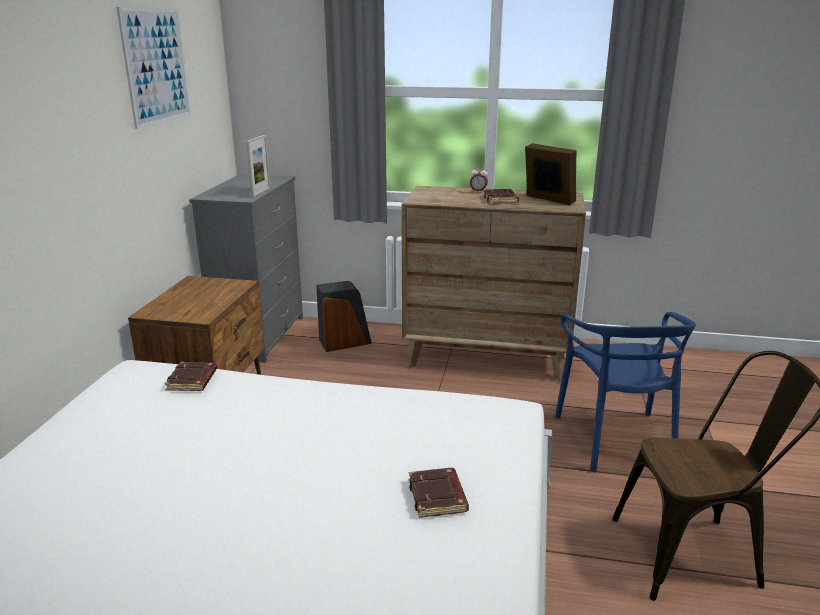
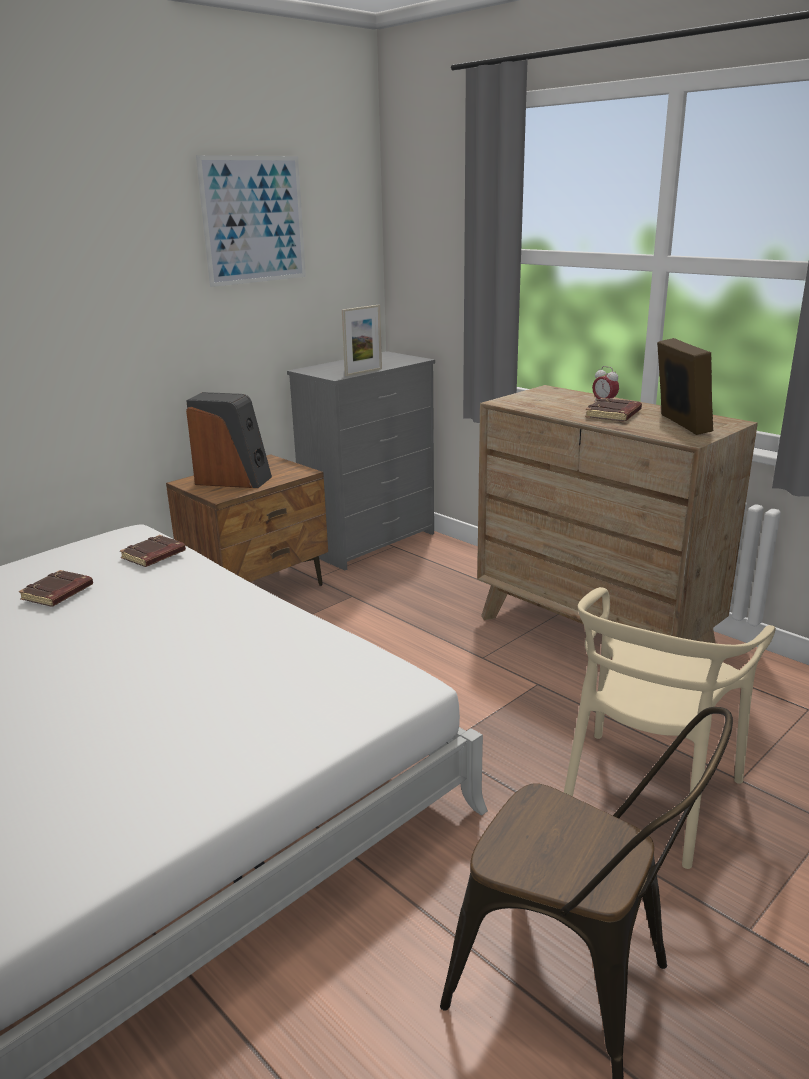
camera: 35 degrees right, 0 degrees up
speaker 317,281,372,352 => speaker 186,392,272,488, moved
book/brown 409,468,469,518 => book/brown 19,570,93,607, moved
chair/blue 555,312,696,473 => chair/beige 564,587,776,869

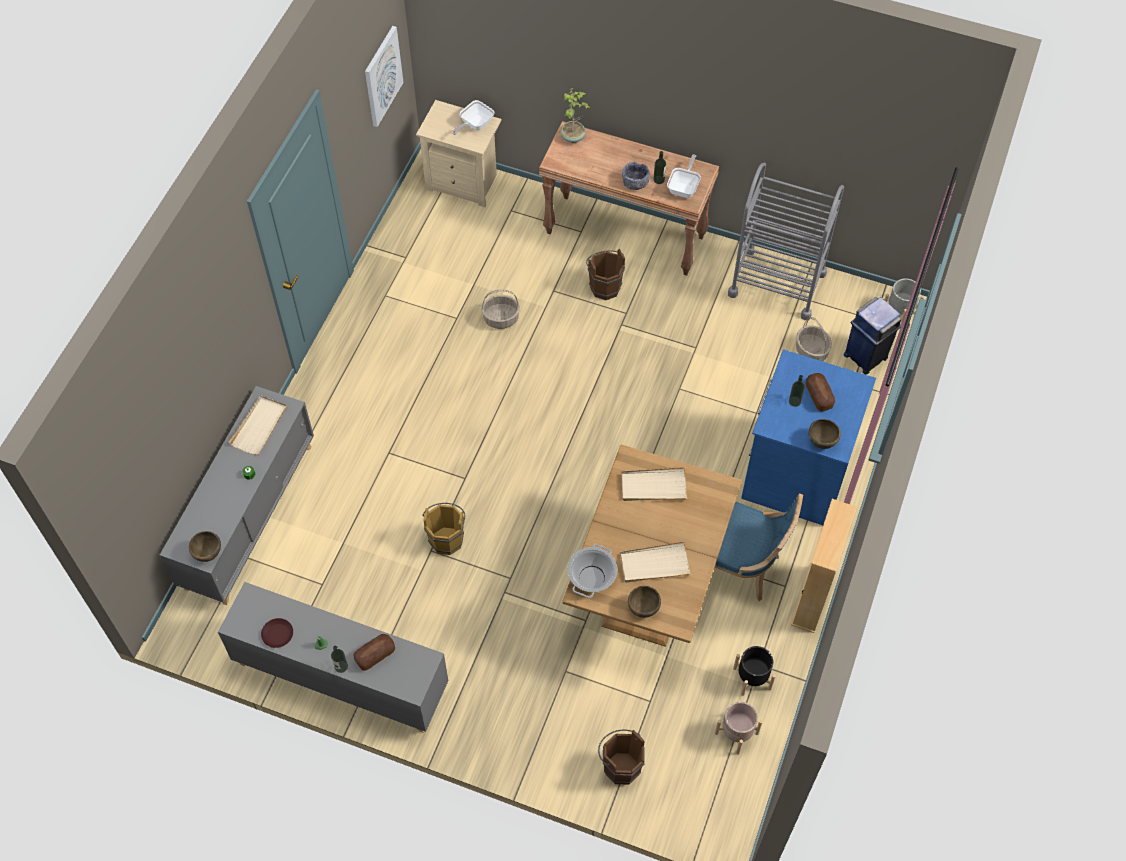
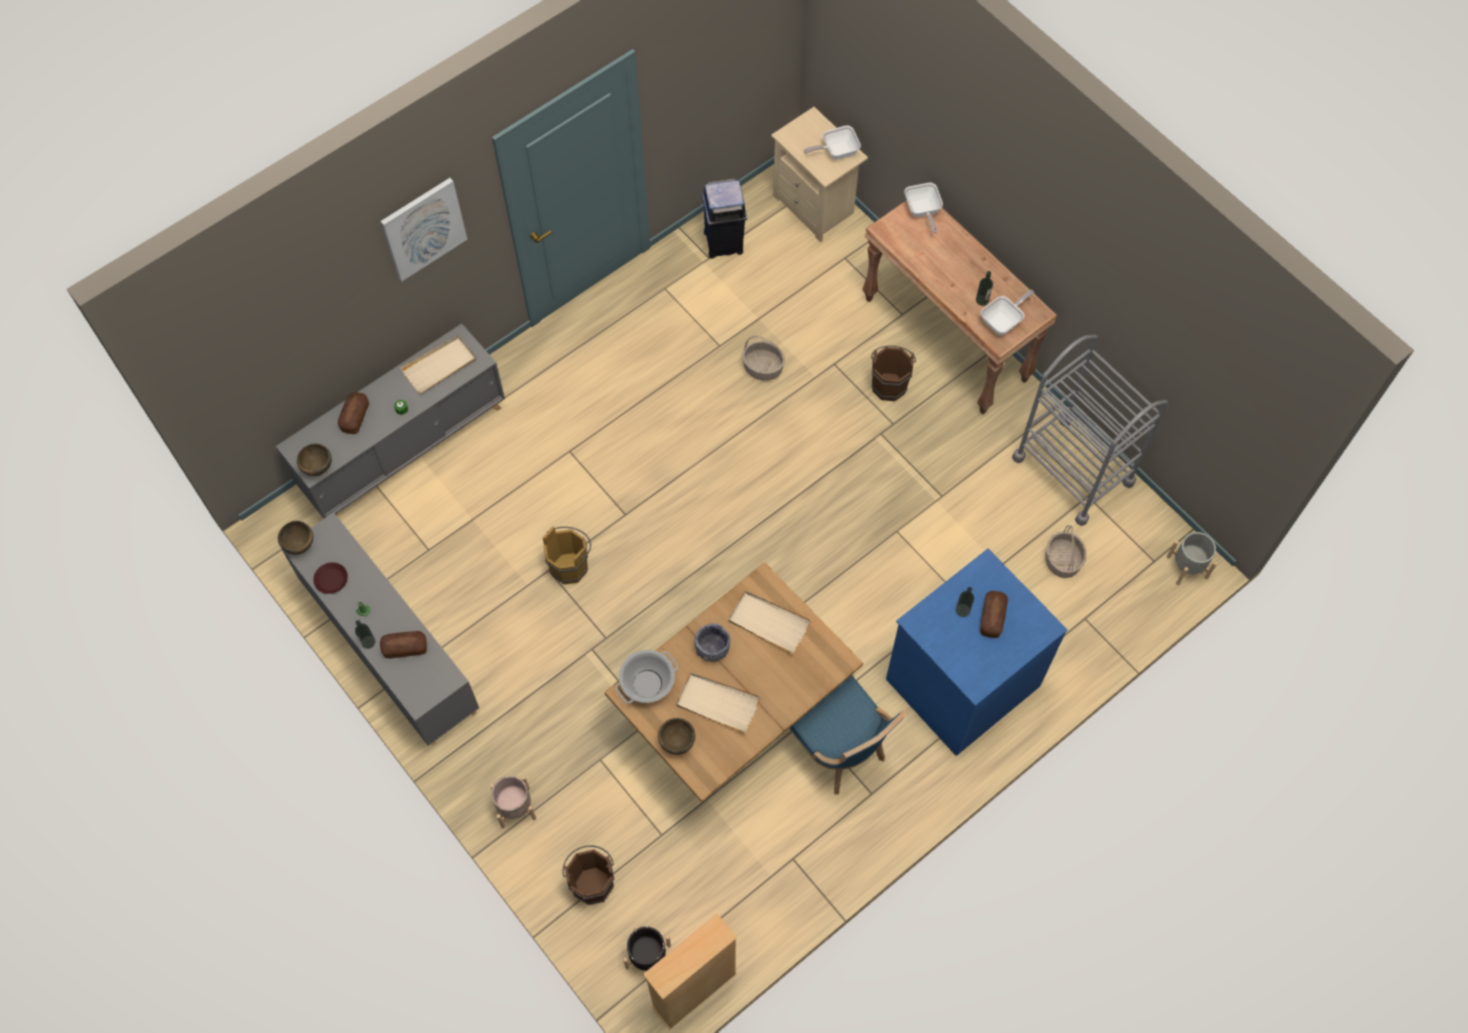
camera: 30 degrees right, 5 degrees up
nothing => bread 338,392,369,434
picture 365,26,404,127 => picture 381,178,467,281, moved
bowl/grey 622,162,650,190 => bowl/grey 694,623,730,662, moved
planter/beige 715,700,763,755 => planter/beige 490,775,536,828, moved
planter/black 733,646,776,696 => planter/black 623,925,671,971, moved
bookcase/beige 791,499,856,633 => bookcase/beige 643,914,737,1030, moved
bowl/brown 809,419,841,449 => bowl/brown 278,521,313,555, moved
trash can/blue 843,297,901,375 => trash can/blue 702,178,747,259, moved
potted plant 560,88,590,143 => frying pan 904,183,943,233

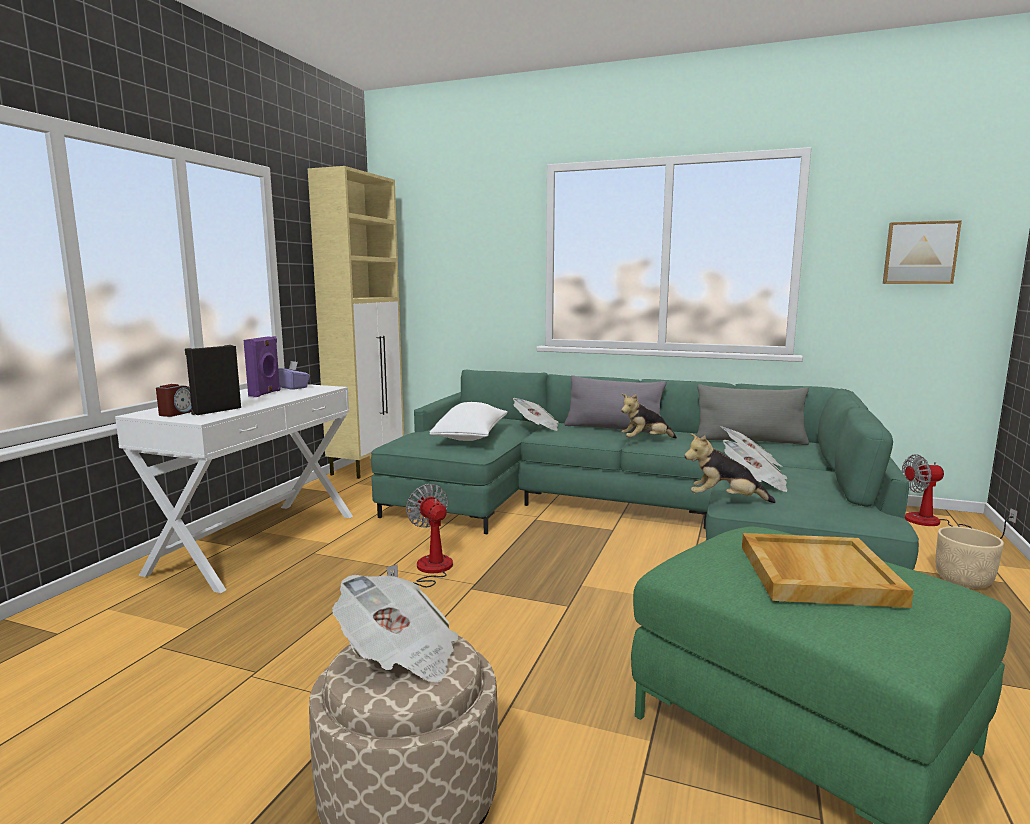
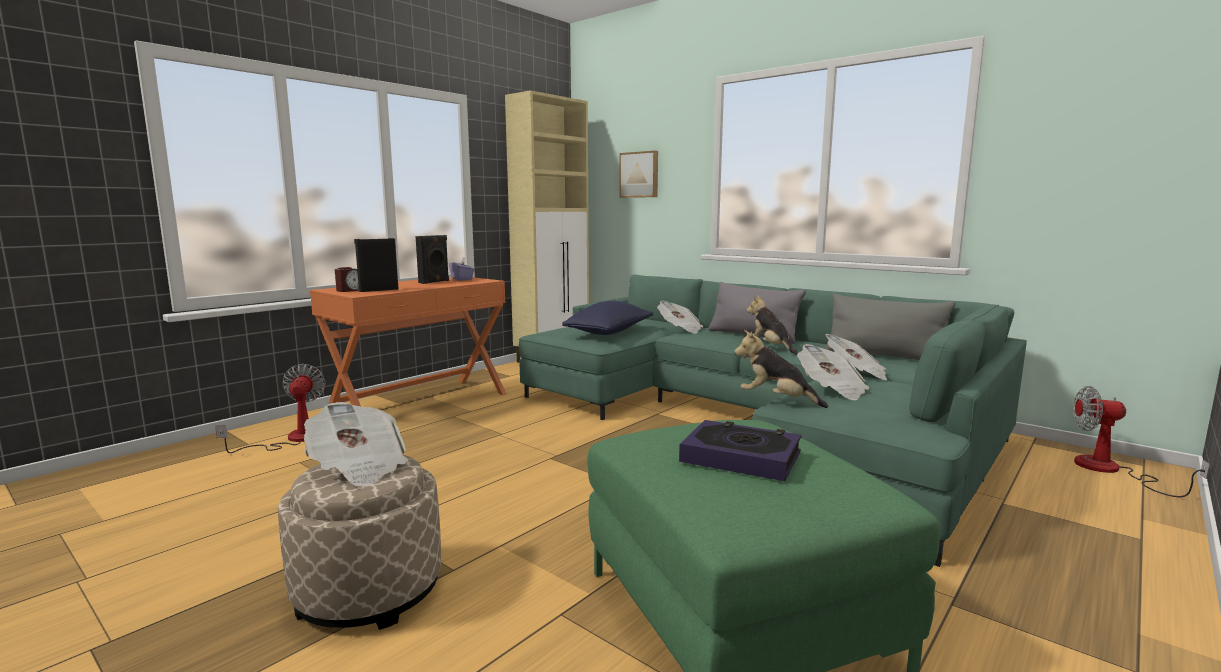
camera: 20 degrees right, 0 degrees up
planter/beige 936,526,1004,588 => nothing
fan 387,484,453,587 => fan 215,364,326,453, moved
picture 883,220,962,284 => picture 619,151,658,198, moved
tray/beige 742,533,914,608 => book 679,420,802,481
console table/white 115,384,353,593 => console table/orange 310,276,506,406
speaker/purple 244,336,281,397 => speaker/black 416,235,449,284
pillow/white 429,402,508,441 => pillow/blue 562,301,654,335
plush toy 621,394,677,438 => plush toy 747,295,798,355, 60 degrees clockwise

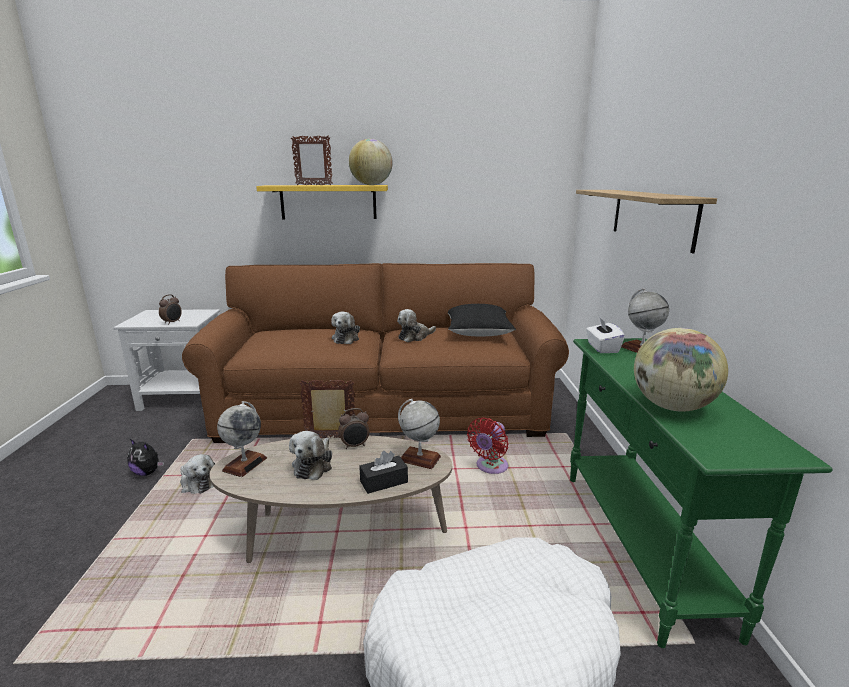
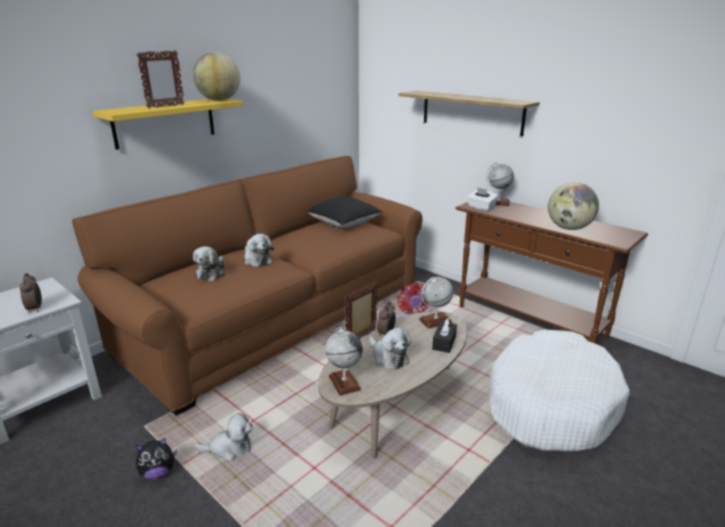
camera: 45 degrees left, 5 degrees up
plush toy 397,309,436,342 => plush toy 193,246,225,281, moved
console table/green 570,338,833,648 => console table/brown 455,202,648,344

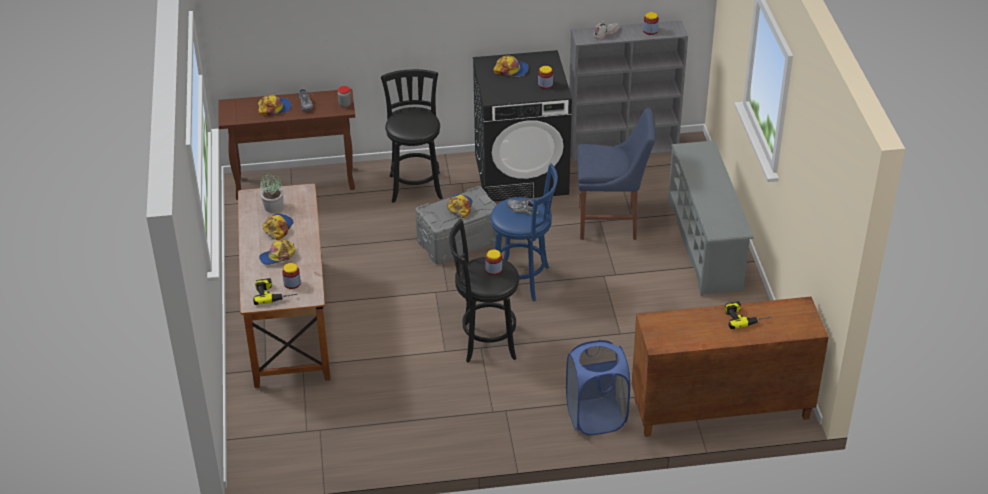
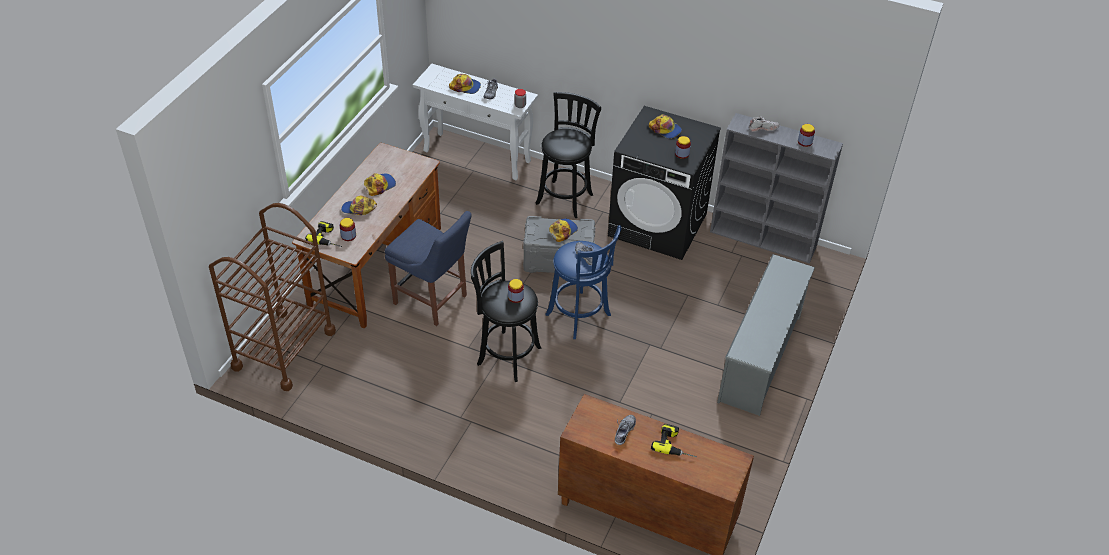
camera: 30 degrees right, 5 degrees up
potted plant 260,172,283,213 => nothing
laundry basket/blue 566,340,630,435 => nothing
nothing => cart/brown 209,203,336,391
nothing => shoe 615,415,636,445
chair/blue 577,108,656,240 => chair/blue 385,211,472,326, moved
console table/brown 218,89,355,200 => console table/white 413,64,538,180

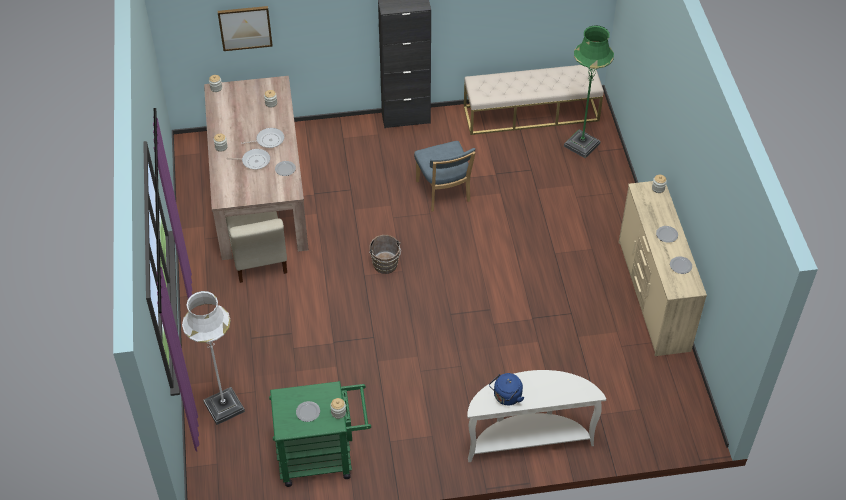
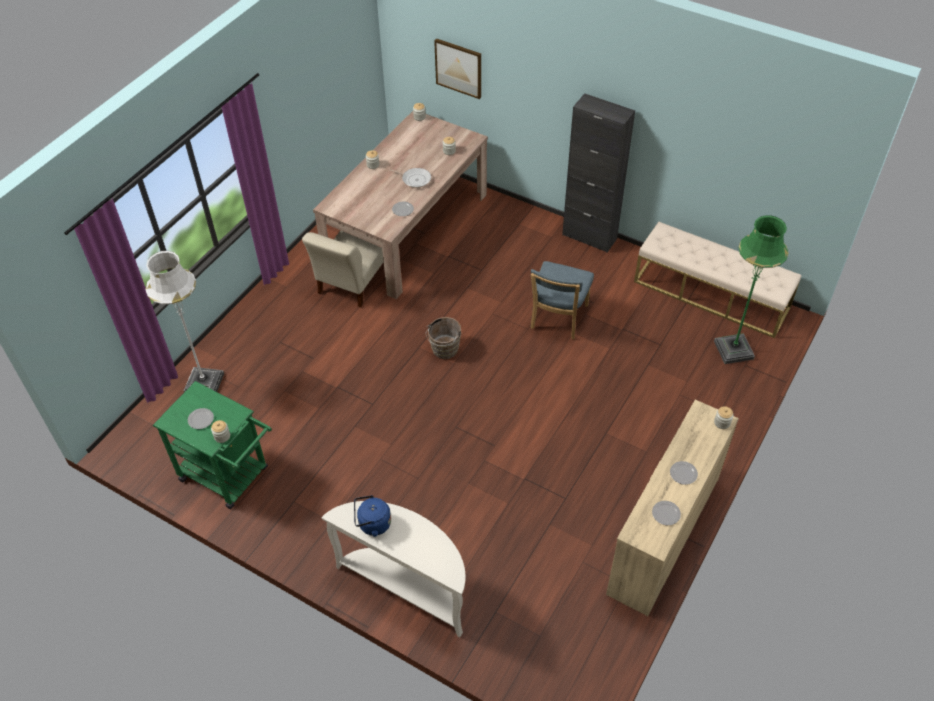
camera: 40 degrees right, 0 degrees up
frying pan 226,149,270,170 => nothing

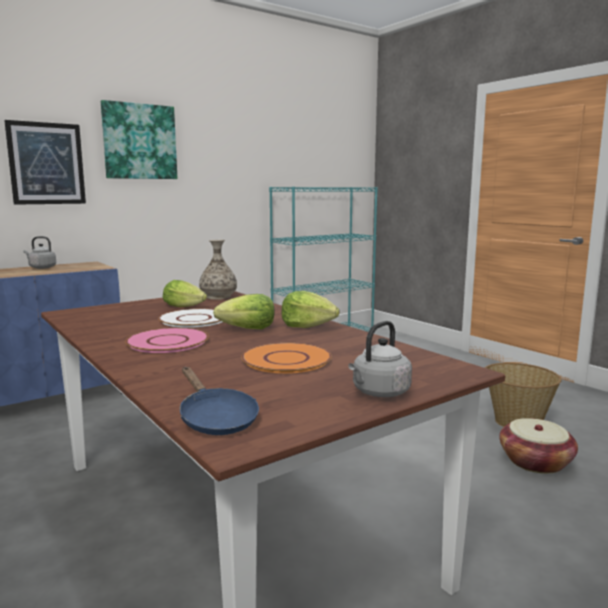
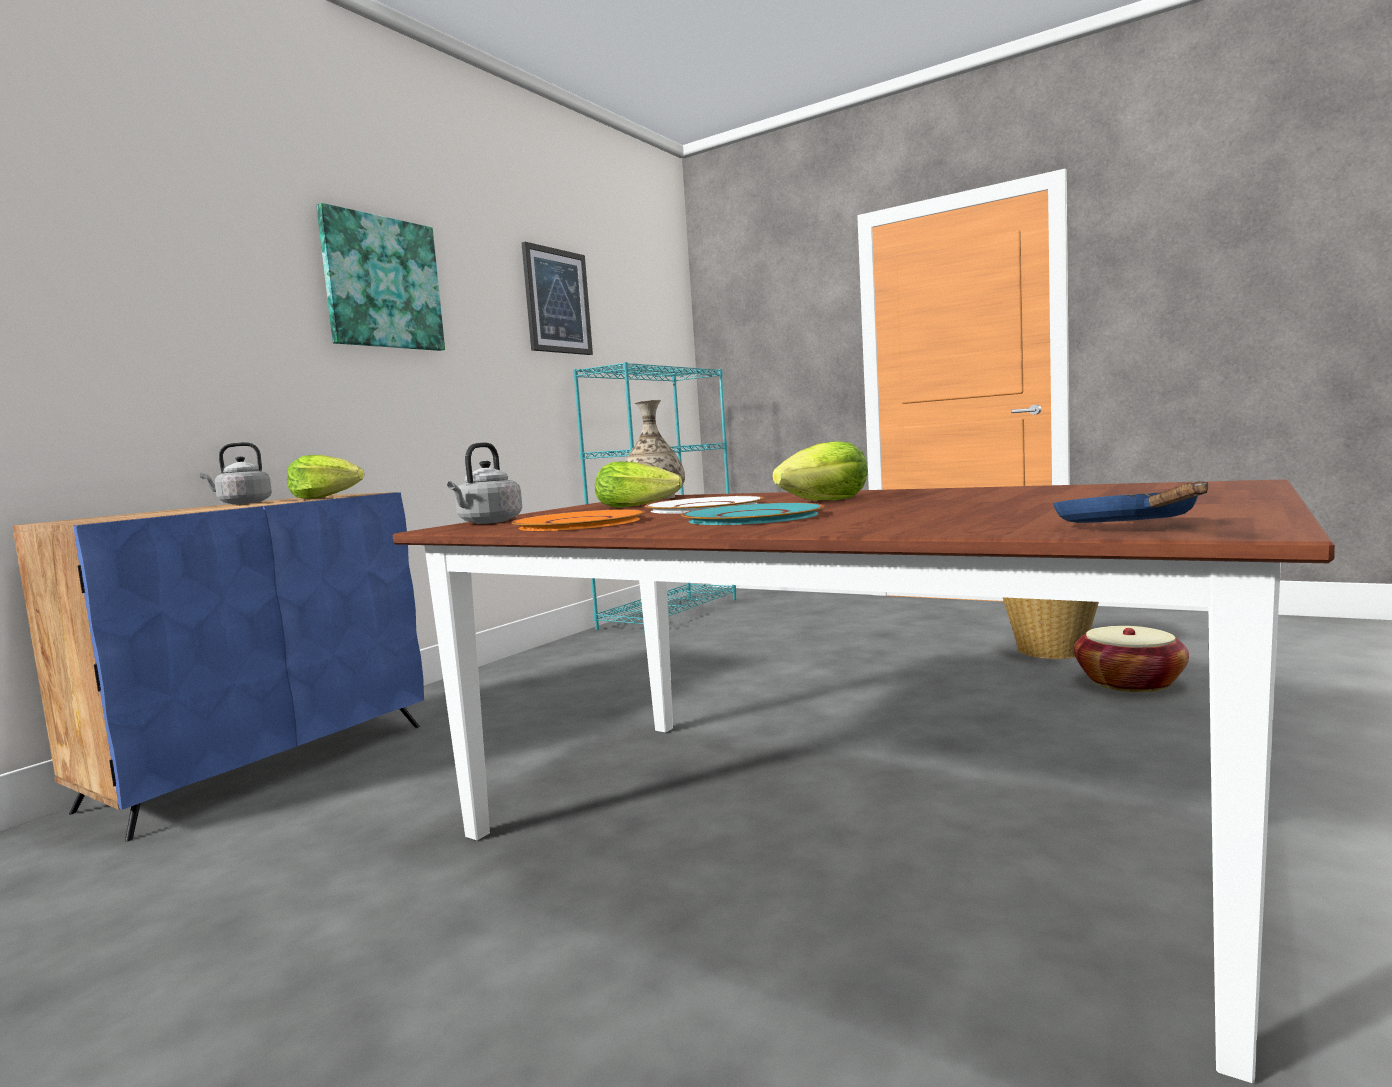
camera: 20 degrees left, 5 degrees down
picture 4,120,86,205 => picture 521,242,593,355, moved
plate/orange 241,343,332,374 => plate/orange 511,509,645,531, moved
lettuce 281,291,339,328 => lettuce 287,455,364,499, moved
kettle/grey 348,321,412,397 => kettle/grey 447,442,522,524, moved
plate/pink 125,328,209,353 => plate/turquoise 681,503,825,525
frying pan/blue 180,367,259,435 => frying pan/blue 1053,481,1208,523, 120 degrees counterclockwise

